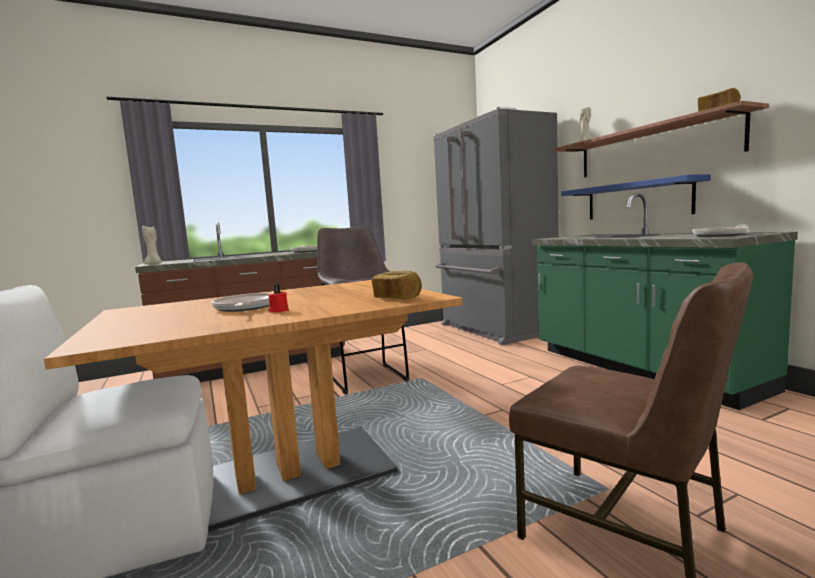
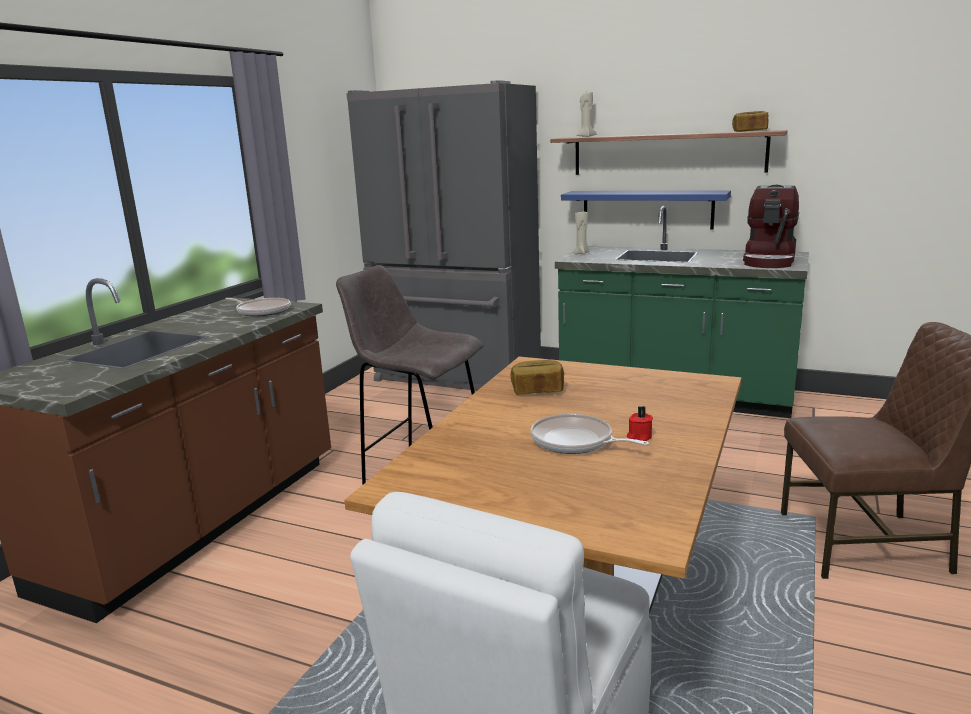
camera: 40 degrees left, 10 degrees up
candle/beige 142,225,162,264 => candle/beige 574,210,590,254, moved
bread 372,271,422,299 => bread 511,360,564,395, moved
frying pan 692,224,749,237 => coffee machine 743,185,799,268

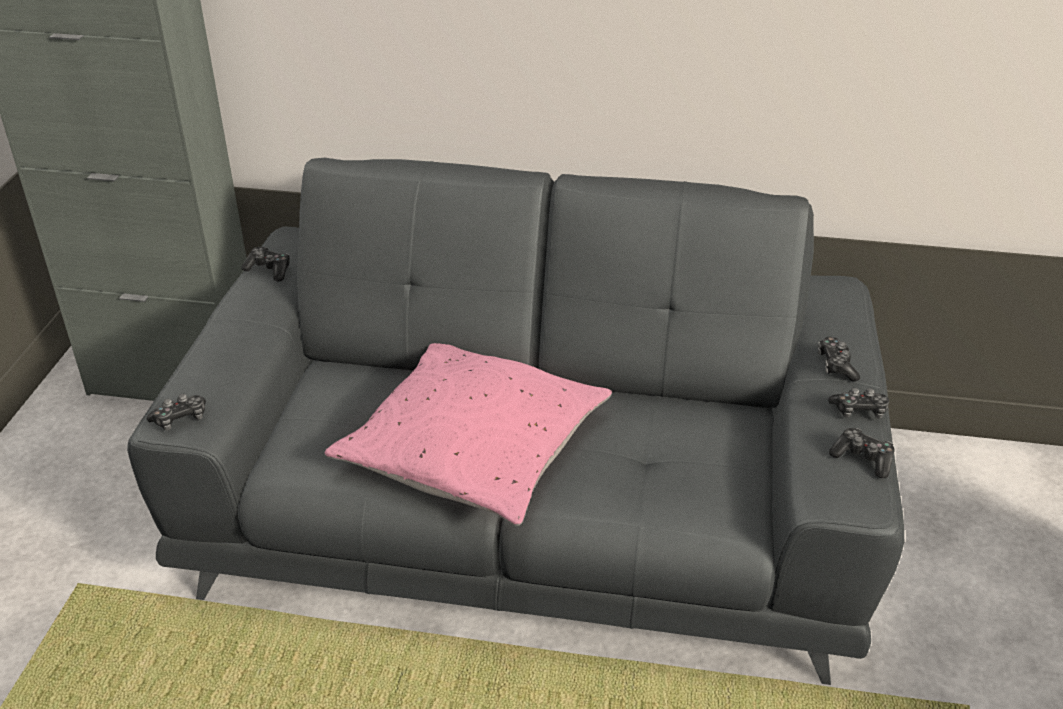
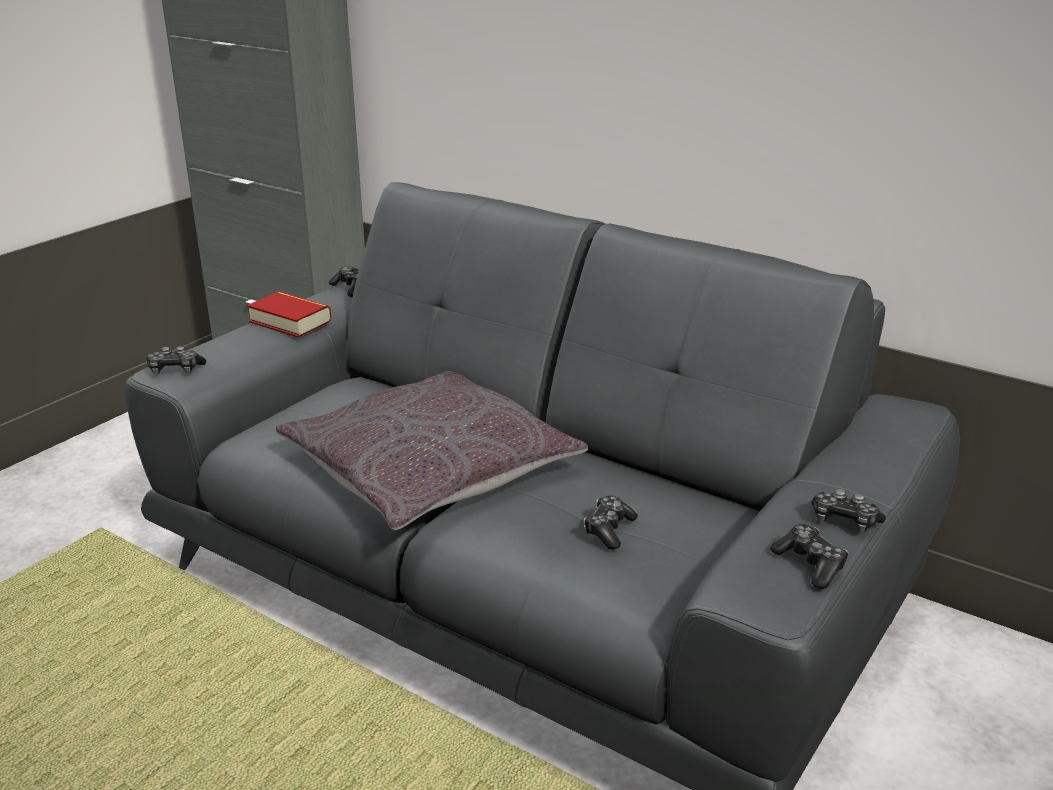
camera: 25 degrees right, 10 degrees down
nothing => book 247,292,331,338
game controller 818,337,860,382 => game controller 584,495,638,550, moved
pillow/pink 325,343,612,526 => pillow/grey 276,371,588,530

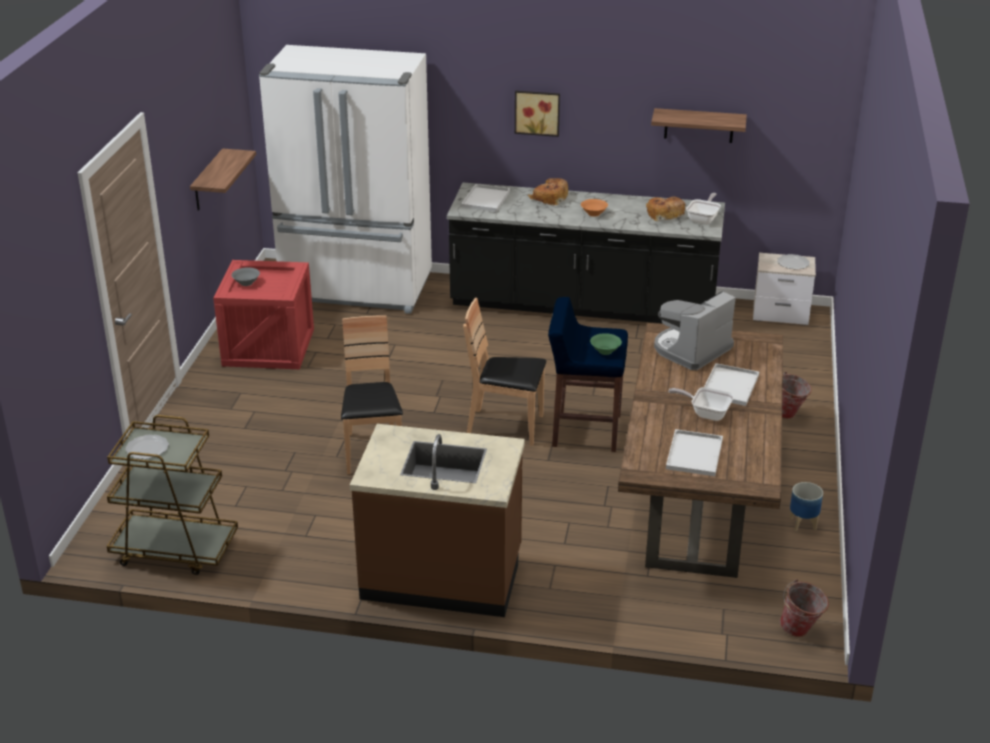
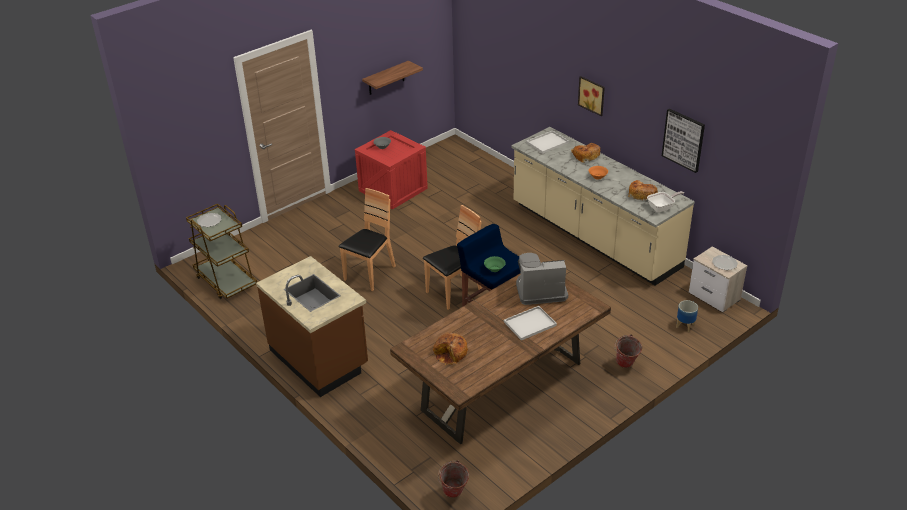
camera: 40 degrees right, 5 degrees up
fridge/white 259,45,432,314 => nothing
frying pan 668,387,734,421 => nothing
planter 790,482,823,531 => planter 676,300,698,332, moved
shelf 651,108,747,143 => picture 662,108,705,173
tray/white 666,429,723,476 => bread 433,332,468,365
counter/black 447,183,725,323 => counter/beige 511,127,695,286
chair/brown 463,298,546,446 => chair/brown 423,205,482,310, 90 degrees clockwise

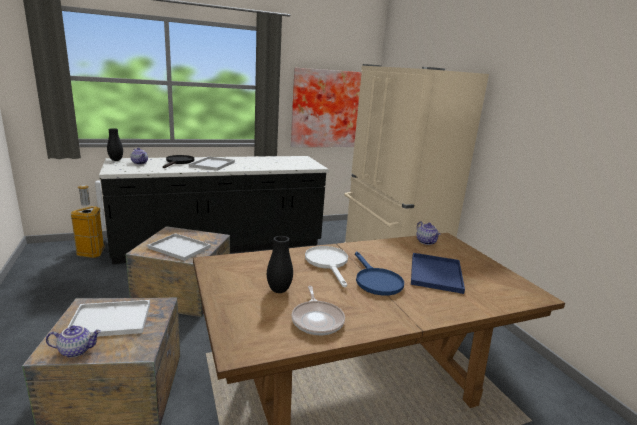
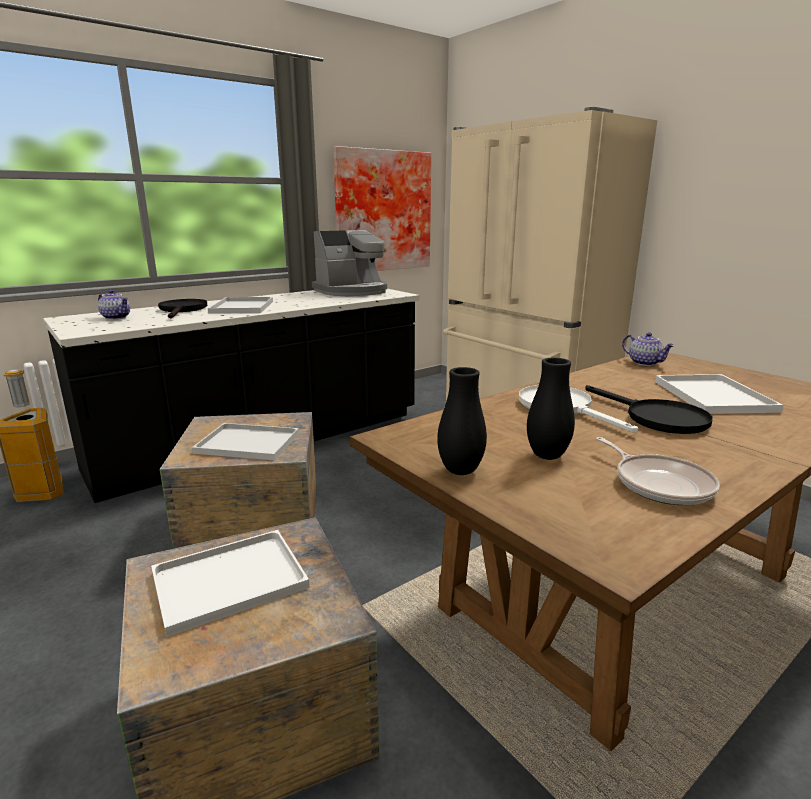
camera: 15 degrees left, 0 degrees up
teapot 46,325,101,358 => nothing
nothing => coffee machine 312,230,387,296
vase/black 107,128,123,161 => vase/black 437,367,487,475, moved
frying pan/blue 355,251,404,296 => frying pan/black 585,385,713,434
tray/blue 411,253,465,294 => tray/white 655,374,784,414

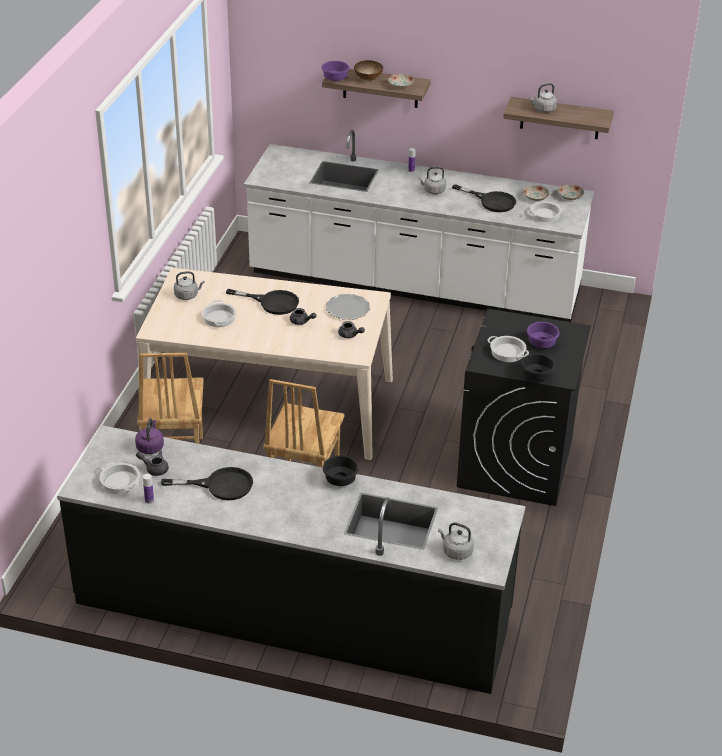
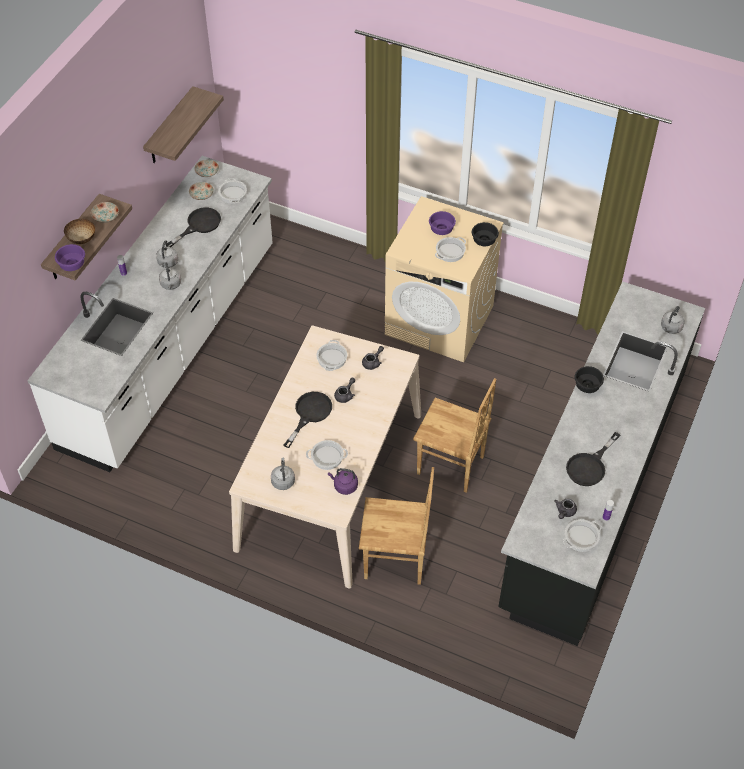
camera: 80 degrees left, 15 degrees up
kettle/purple 135,418,164,454 => kettle/purple 328,468,358,495, moved
kettle/grey 529,83,557,113 => kettle/grey 159,262,181,290, moved
plate 326,294,370,320 => cooking pot 316,340,347,371
washing machine/black 457,309,591,506 => washing machine/beige 385,196,504,362
frying pan/black 161,467,253,500 => frying pan/black 566,432,620,486, 150 degrees counterclockwise

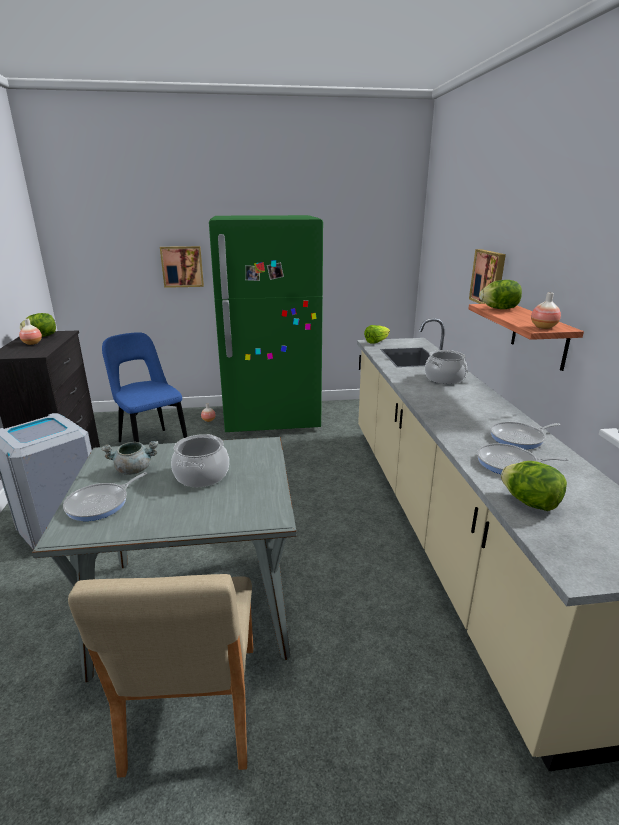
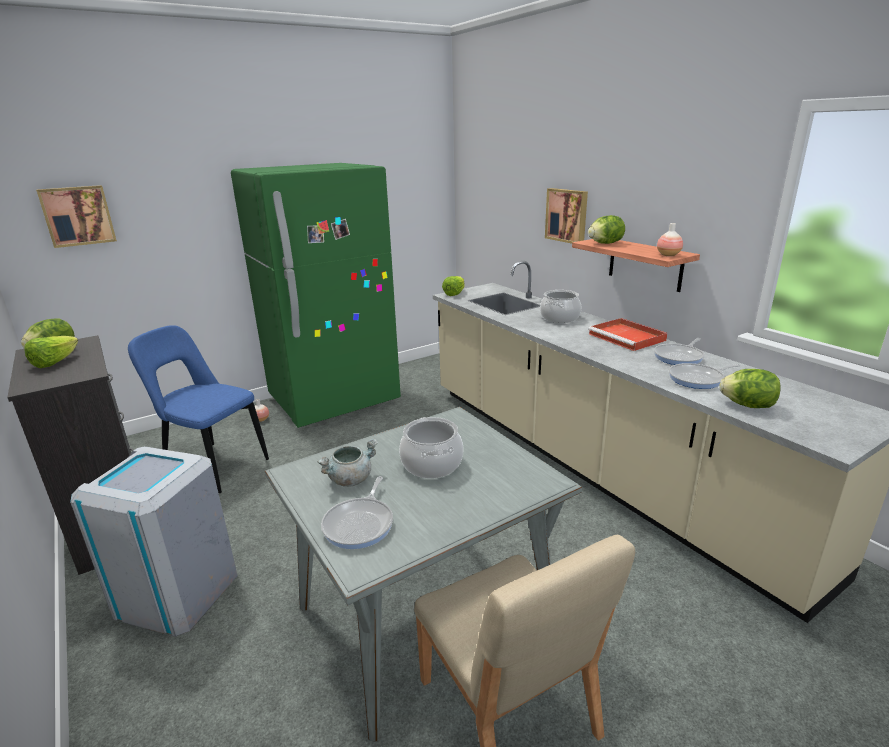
camera: 25 degrees left, 0 degrees up
nothing => tray/red 588,318,668,351
picture 160,246,204,288 => picture 36,185,117,248, moved
vase 19,319,42,345 => lettuce 25,336,78,368

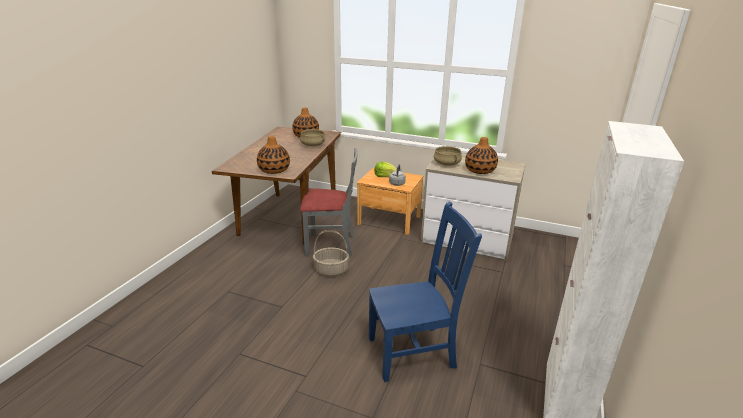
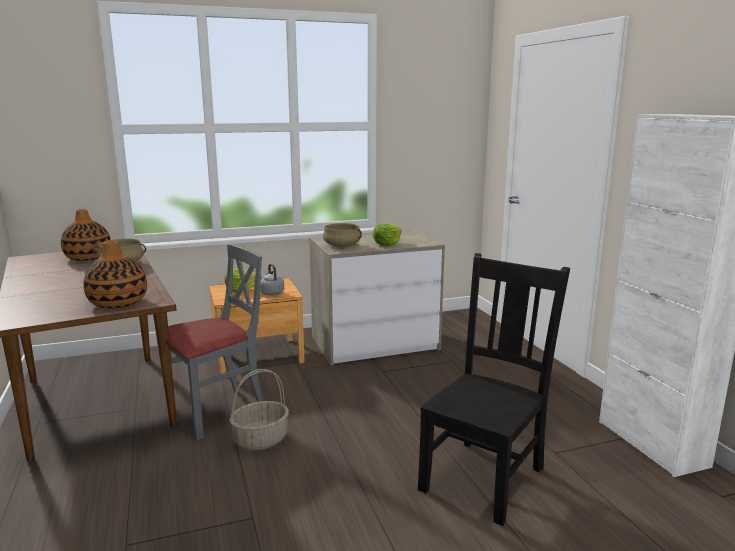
camera: 40 degrees left, 10 degrees down
vase 465,137,498,174 => lettuce 373,223,402,246
chair/blue 369,201,482,382 => chair/black 418,253,570,526

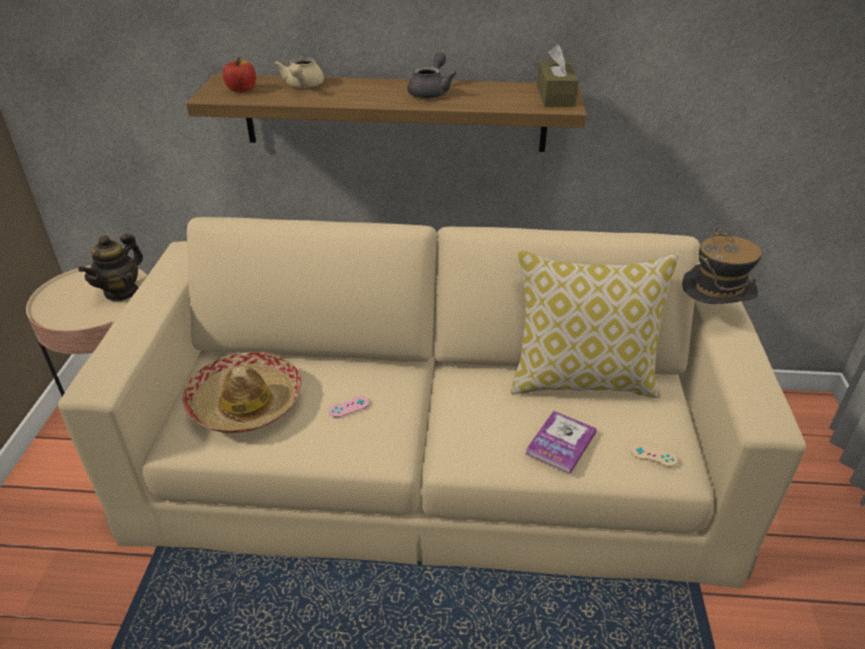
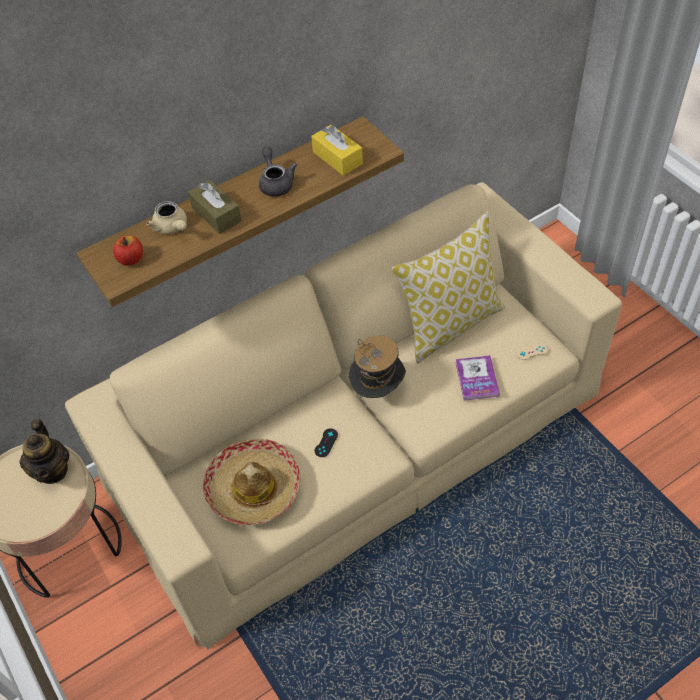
camera: 35 degrees left, 15 degrees up
nothing => tissue box/yellow 311,125,363,176
tissue box/brown 537,44,579,107 => tissue box/brown 188,180,242,234, moved
hat 682,228,762,304 => hat 349,336,406,398, moved
game controller/pink 328,396,369,418 => game controller/black 315,428,338,457

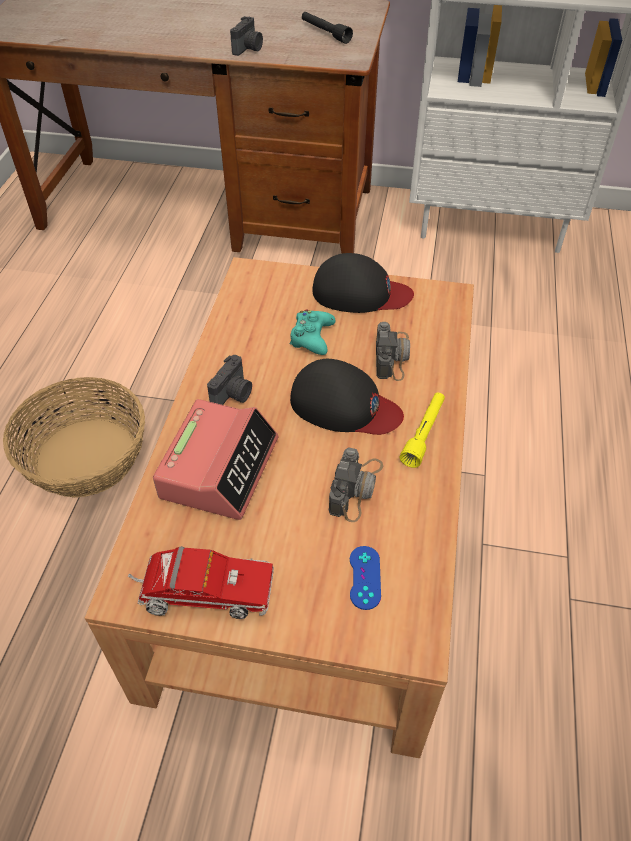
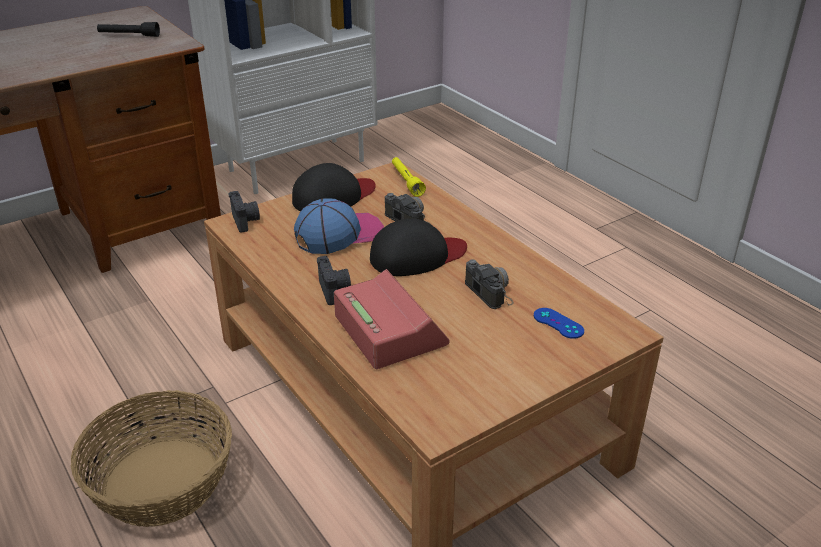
camera: 45 degrees left, 15 degrees down
toy truck 128,546,274,619 => nothing
photo camera 230,16,263,56 => photo camera 229,191,260,233, moved
flashlight/yellow 399,393,445,468 => flashlight/yellow 392,157,426,197, moved
game controller/turquoise 290,310,336,355 => cap 294,198,384,254

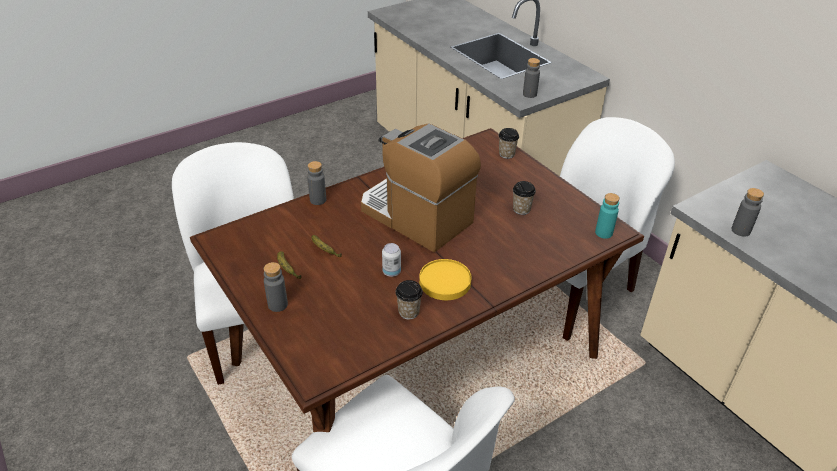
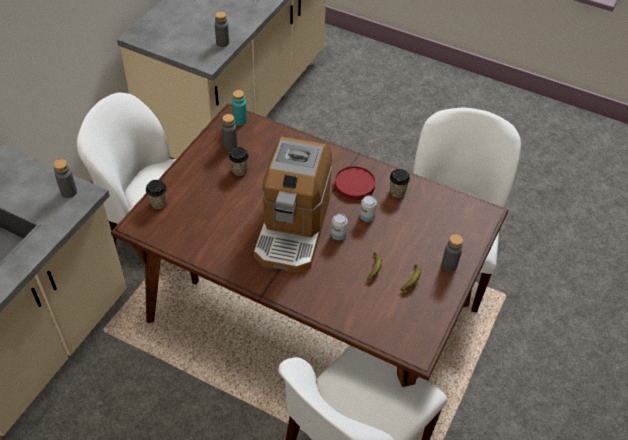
camera: 120 degrees left, 10 degrees up
nothing => can 331,213,348,240
bottle/grey 307,161,326,205 => bottle/grey 222,114,237,150, moved
plate/yellow 419,259,472,300 => plate/red 335,166,376,200

